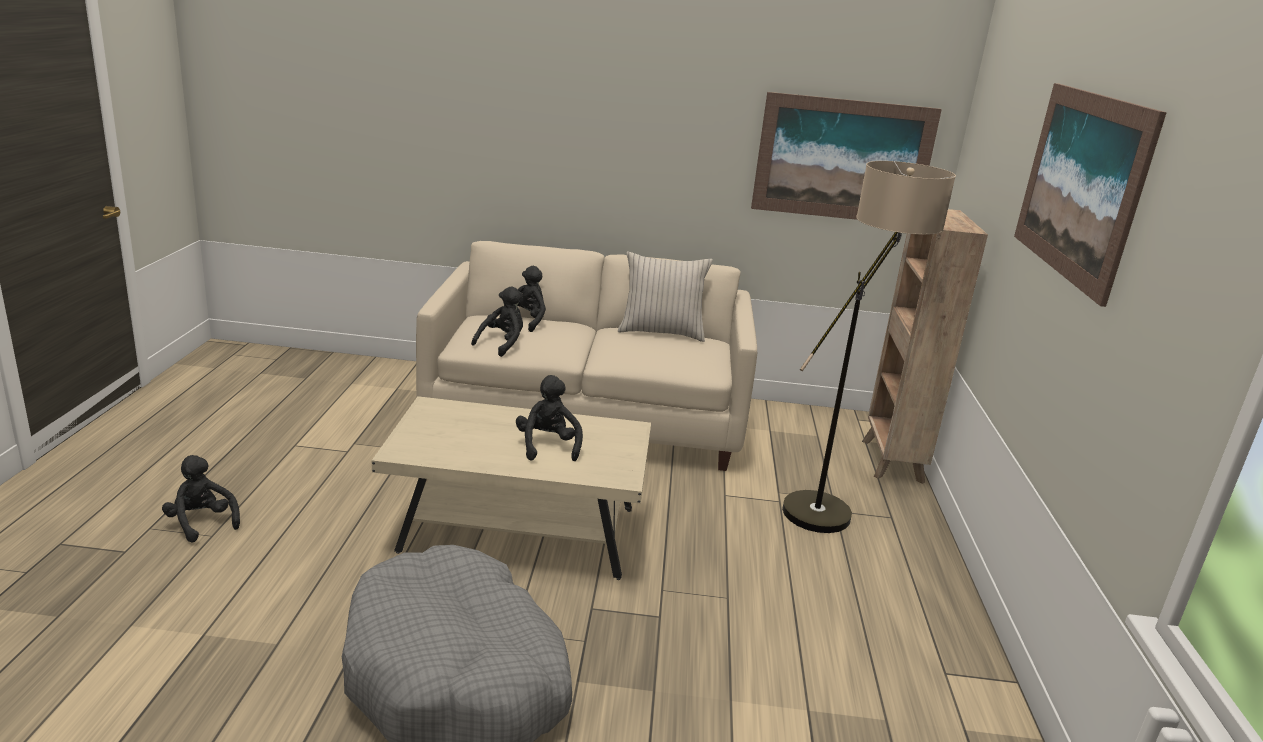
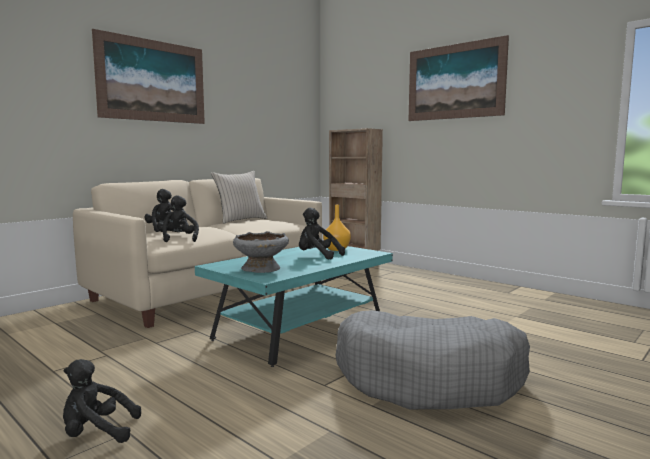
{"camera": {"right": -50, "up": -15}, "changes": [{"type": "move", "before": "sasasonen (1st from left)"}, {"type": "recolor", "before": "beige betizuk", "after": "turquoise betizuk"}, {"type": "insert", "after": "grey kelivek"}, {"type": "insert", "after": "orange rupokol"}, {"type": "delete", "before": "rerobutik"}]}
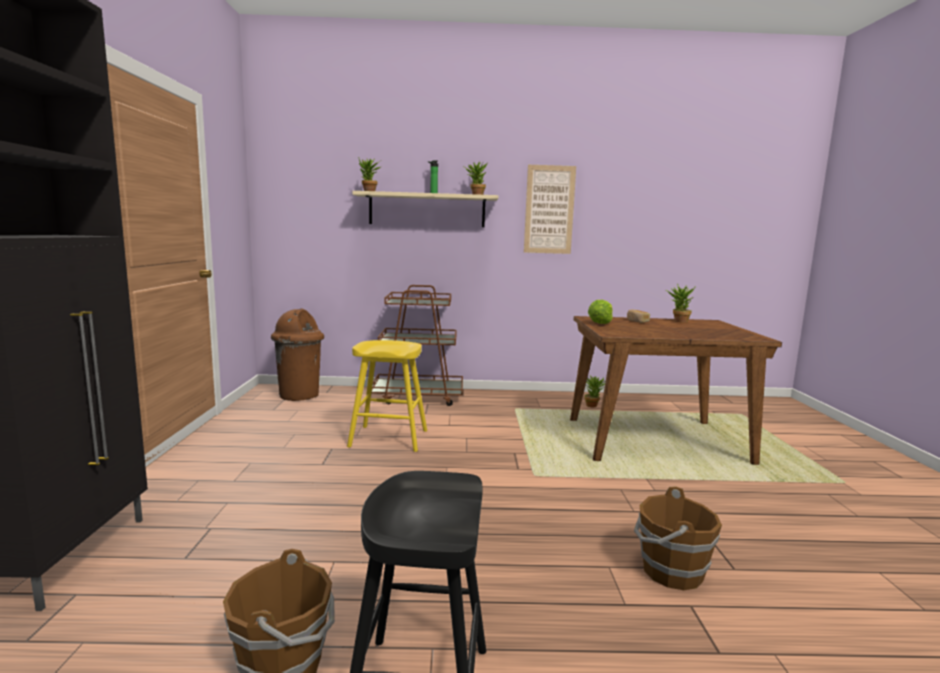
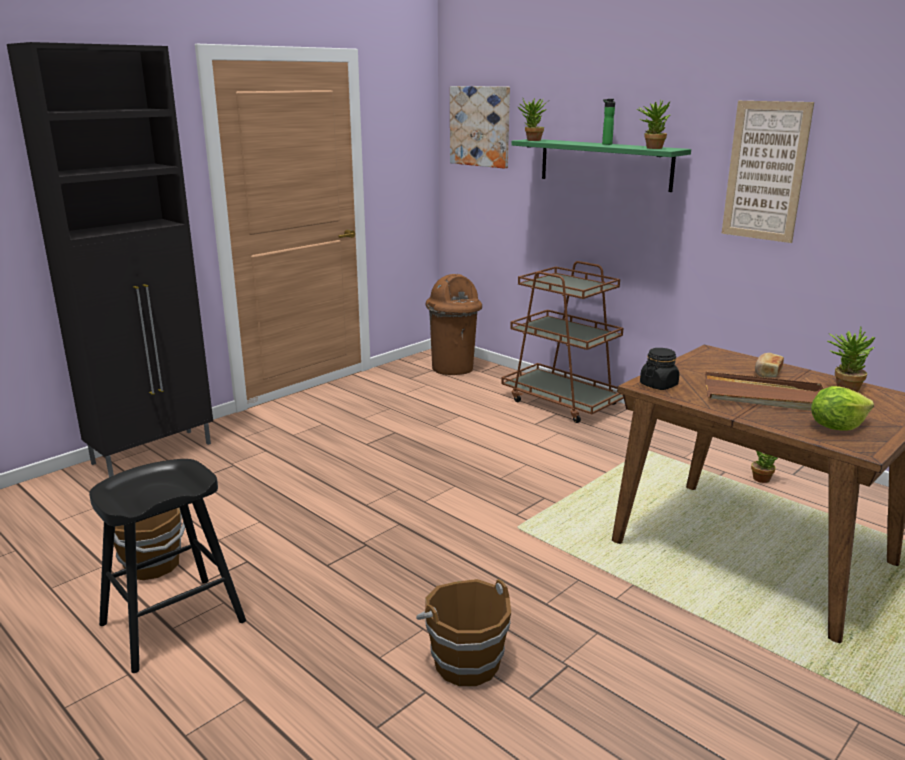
{"camera": {"right": 45, "up": 10}, "changes": [{"type": "insert", "after": "sasasonen (1st from left)"}, {"type": "recolor", "before": "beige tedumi", "after": "green tedumi"}, {"type": "insert", "after": "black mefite"}, {"type": "insert", "after": "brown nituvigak"}, {"type": "move", "before": "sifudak"}, {"type": "delete", "before": "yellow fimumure"}]}
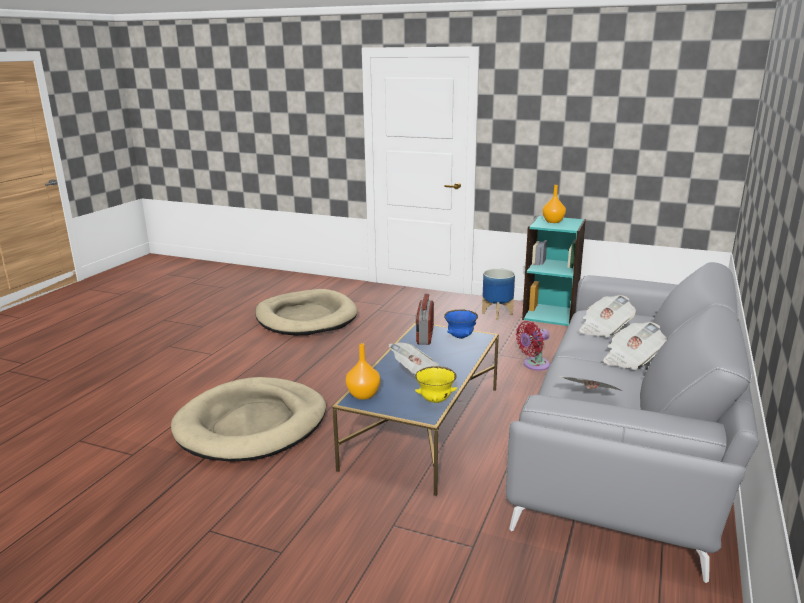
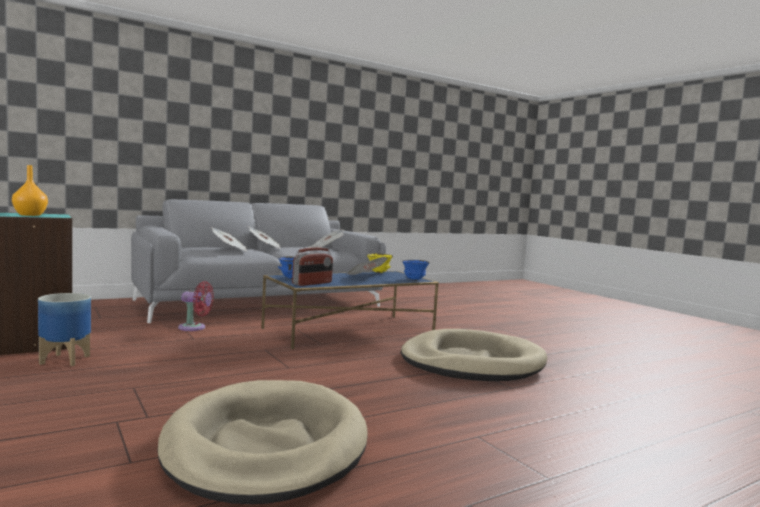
{"camera": {"right": -145, "up": -15}, "changes": [{"type": "replace", "before": "orange rupokol (1st from left)", "after": "blue kelivek (2nd from left)"}]}
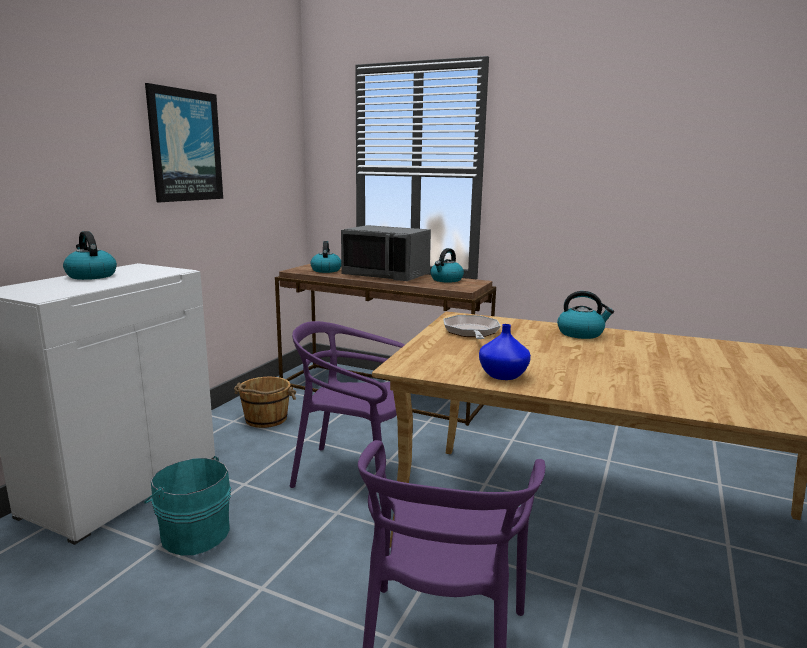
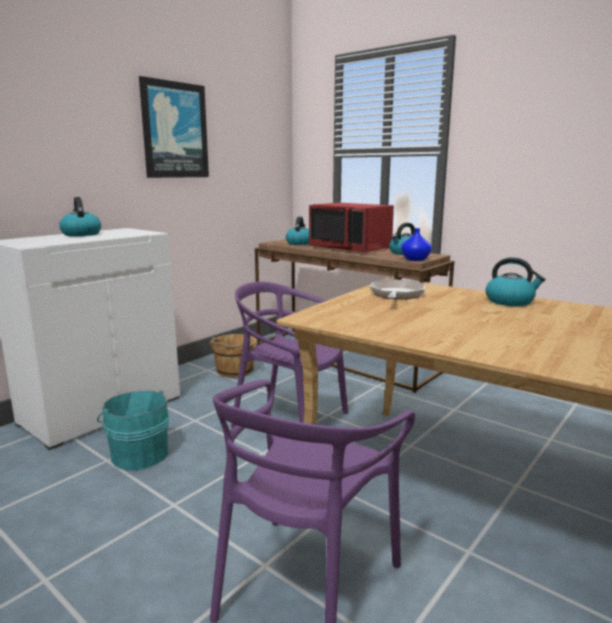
{"camera": {"right": 15, "up": 0}, "changes": [{"type": "recolor", "before": "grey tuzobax", "after": "red tuzobax"}, {"type": "move", "before": "blue rupokol"}]}
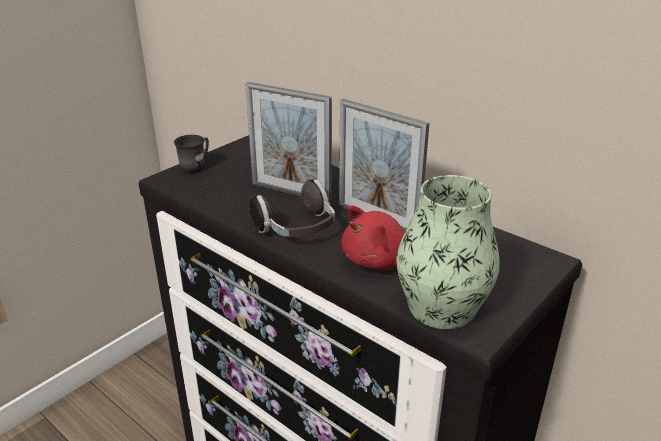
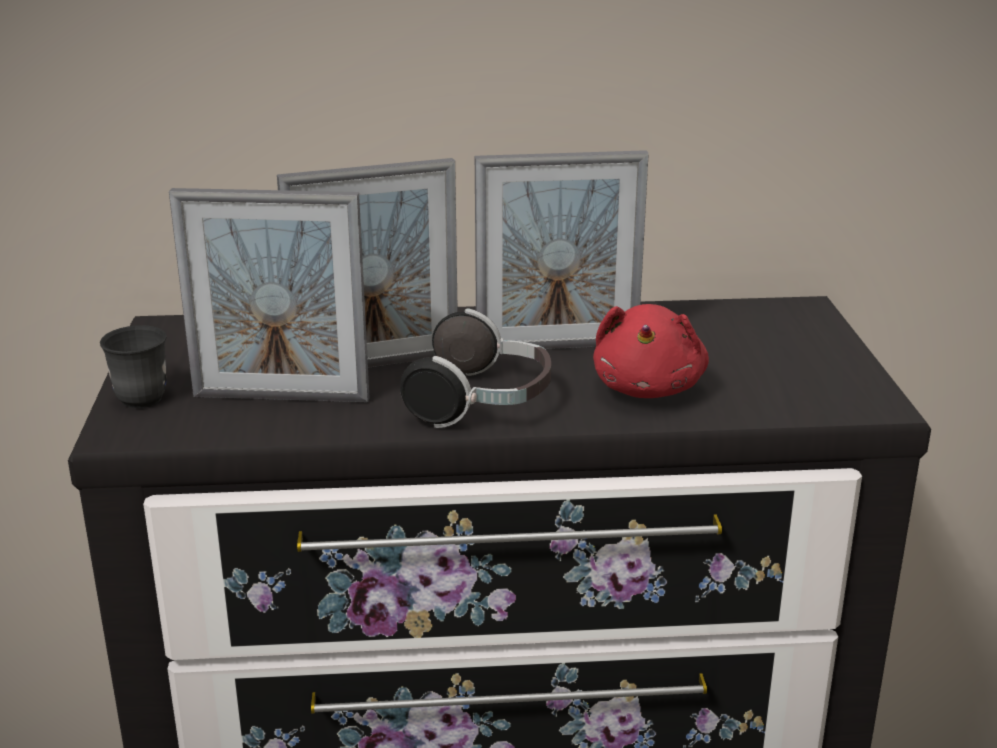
{"camera": {"right": -45, "up": -5}, "changes": [{"type": "insert", "after": "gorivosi (1st from left)"}, {"type": "delete", "before": "rupokol"}]}
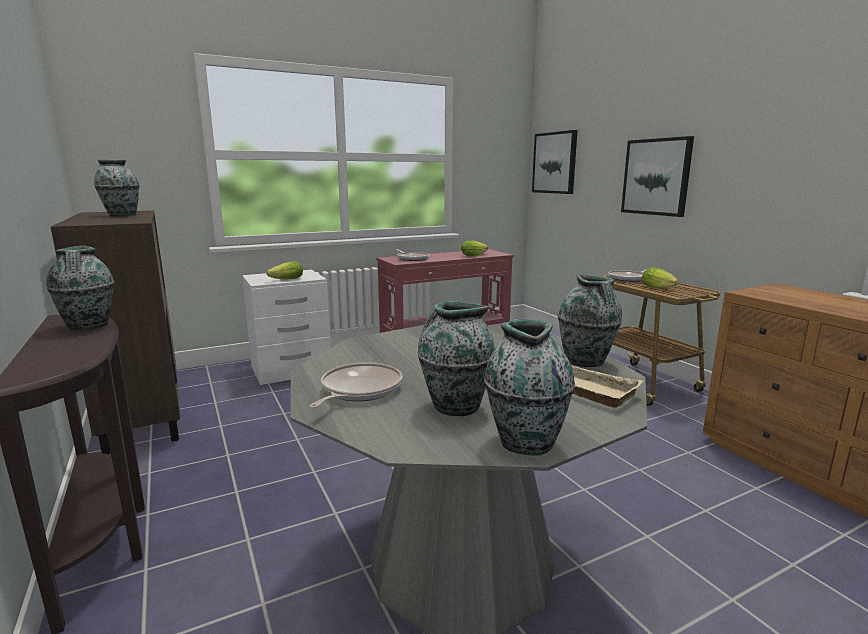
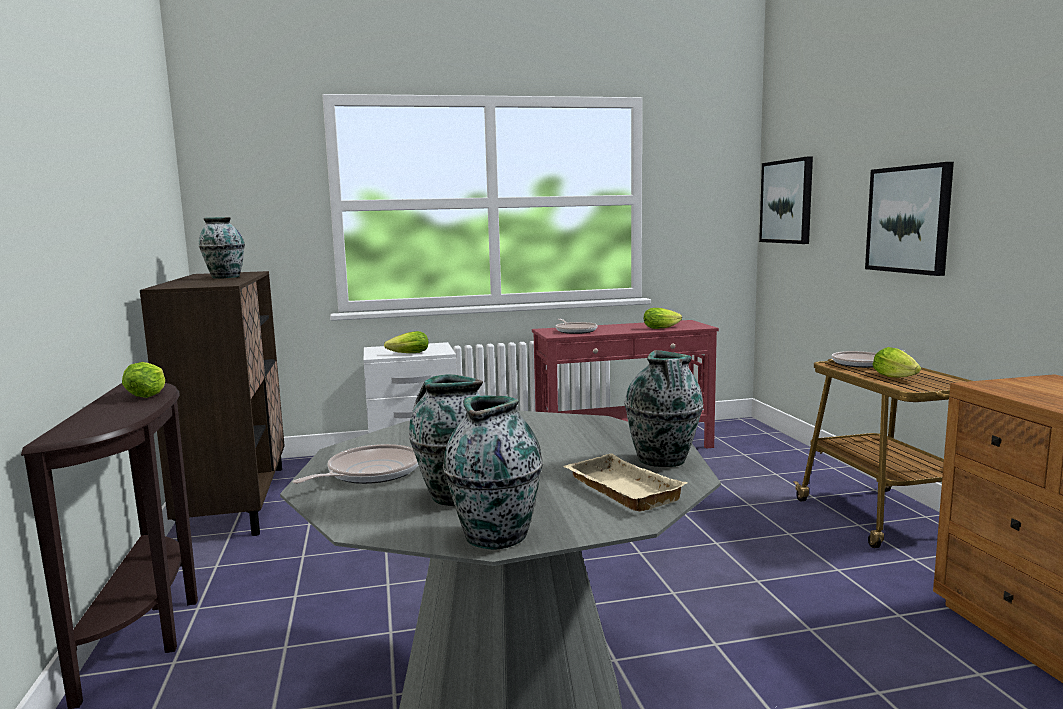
{"camera": {"right": 15, "up": -5}, "changes": [{"type": "replace", "before": "rupokol (1st from left)", "after": "sifudak (1st from left)"}]}
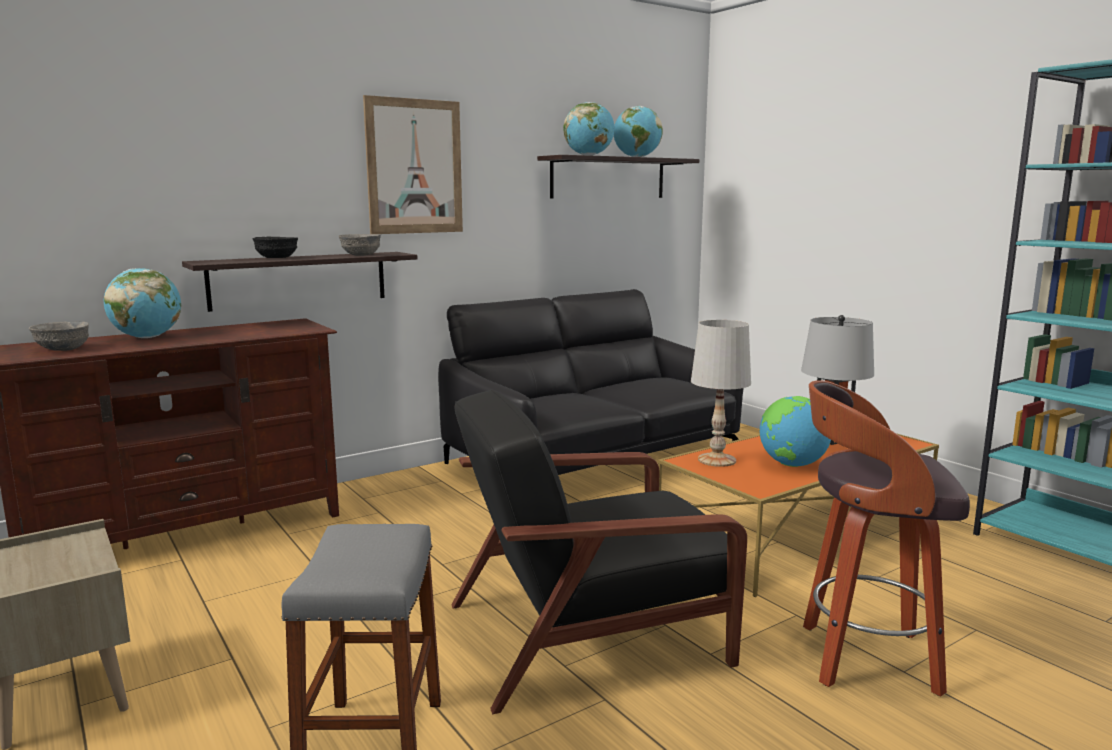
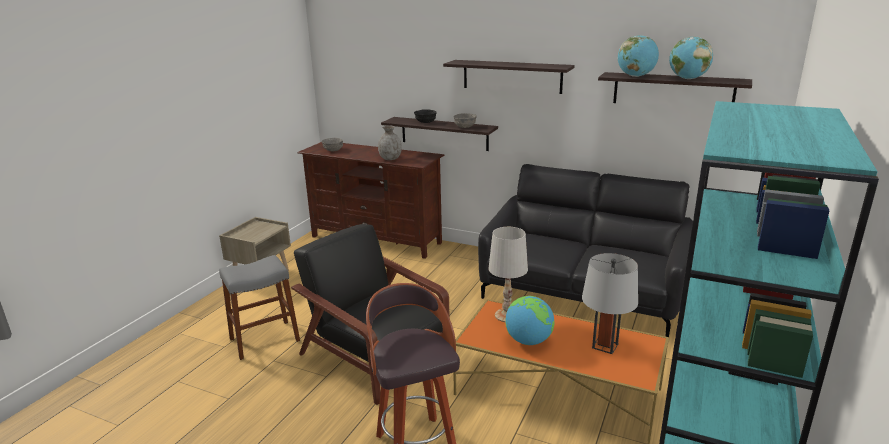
{"camera": {"right": 60, "up": 10}, "changes": [{"type": "insert", "after": "grey rupokol"}, {"type": "replace", "before": "sasasonen", "after": "tedumi (2nd from left)"}, {"type": "delete", "before": "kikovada (1st from left)"}]}
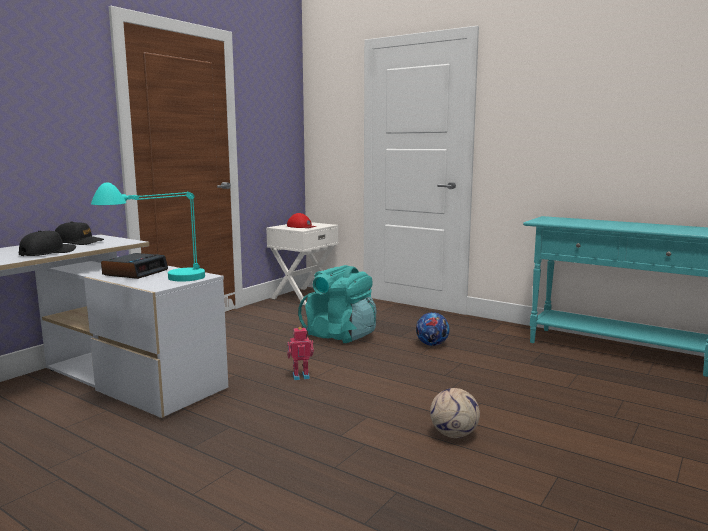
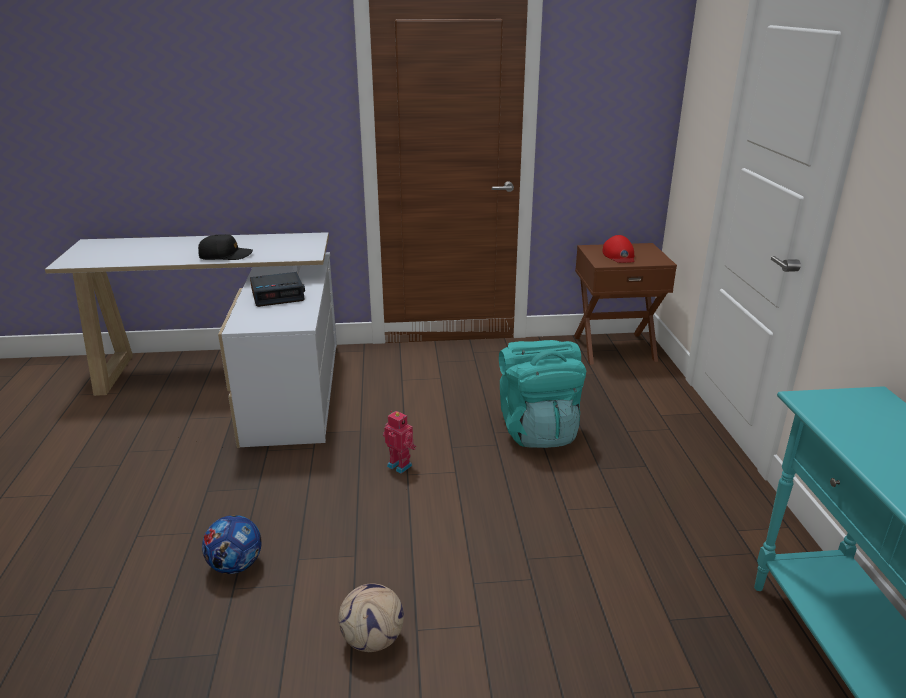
{"camera": {"right": 50, "up": 15}, "changes": [{"type": "move", "before": "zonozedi (1st from left)"}, {"type": "recolor", "before": "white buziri", "after": "brown buziri"}, {"type": "delete", "before": "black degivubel (2nd from left)"}, {"type": "delete", "before": "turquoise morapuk"}]}
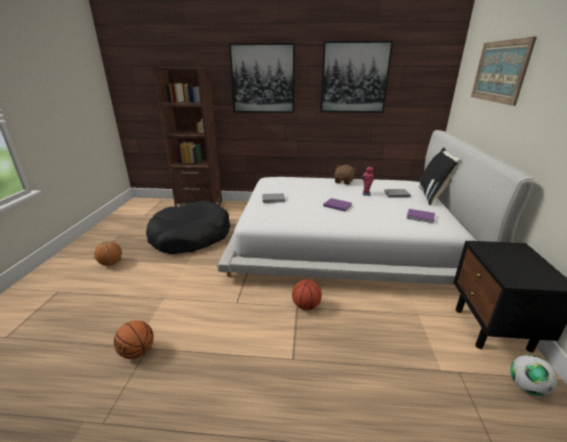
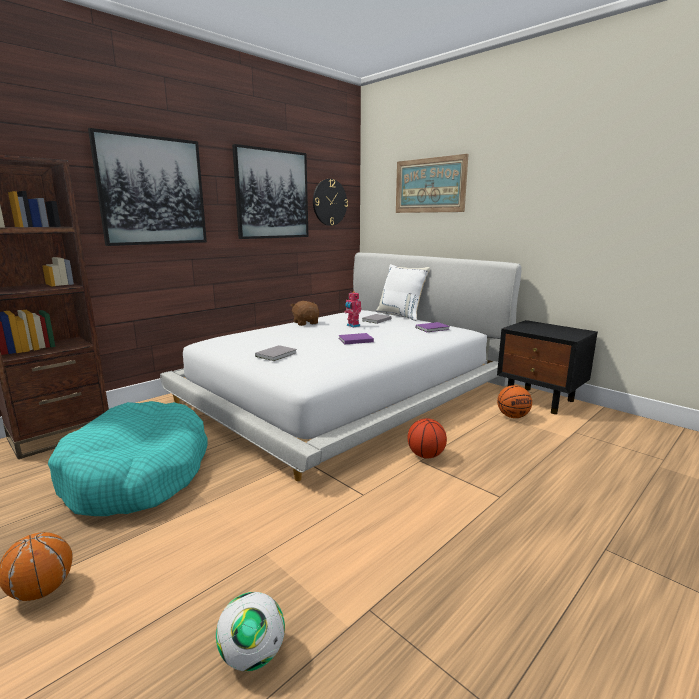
{"camera": {"right": -50, "up": -10}, "changes": [{"type": "recolor", "before": "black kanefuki", "after": "turquoise kanefuki"}, {"type": "move", "before": "zonozedi"}, {"type": "insert", "after": "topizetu"}, {"type": "recolor", "before": "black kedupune", "after": "white kedupune"}, {"type": "move", "before": "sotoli (2nd from left in the first image)", "after": "sotoli (3rd from left)"}]}
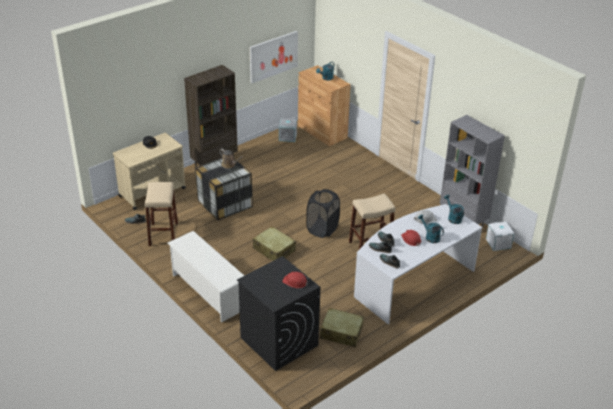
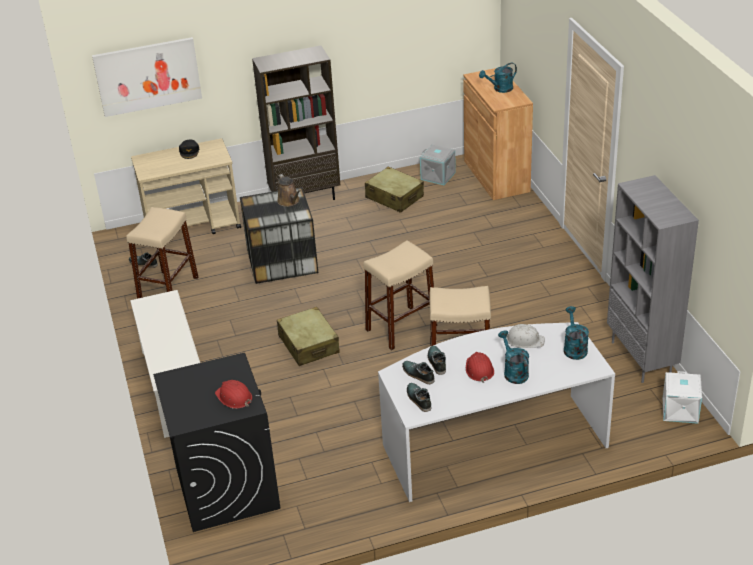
{"camera": {"right": 25, "up": 0}, "changes": [{"type": "move", "before": "sasasonen"}, {"type": "replace", "before": "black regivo", "after": "beige fimumure (2nd from left)"}, {"type": "move", "before": "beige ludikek (2nd from left)"}]}
